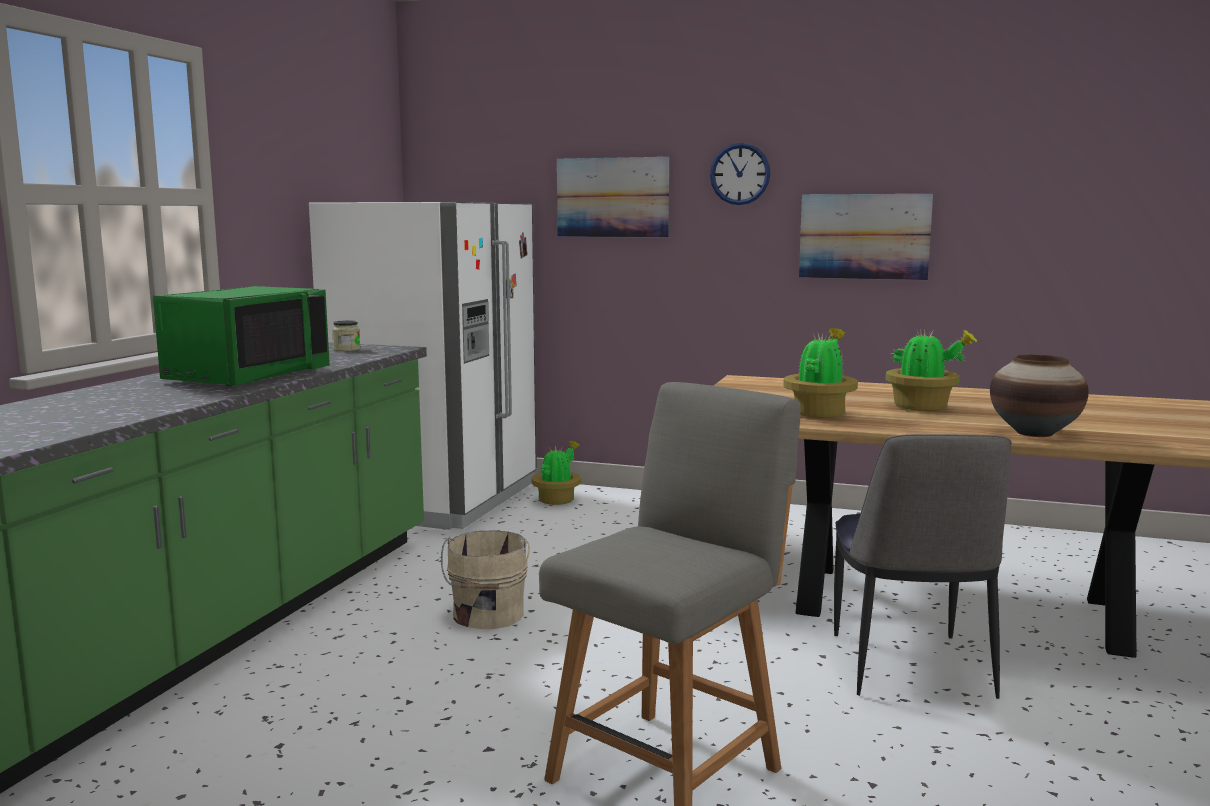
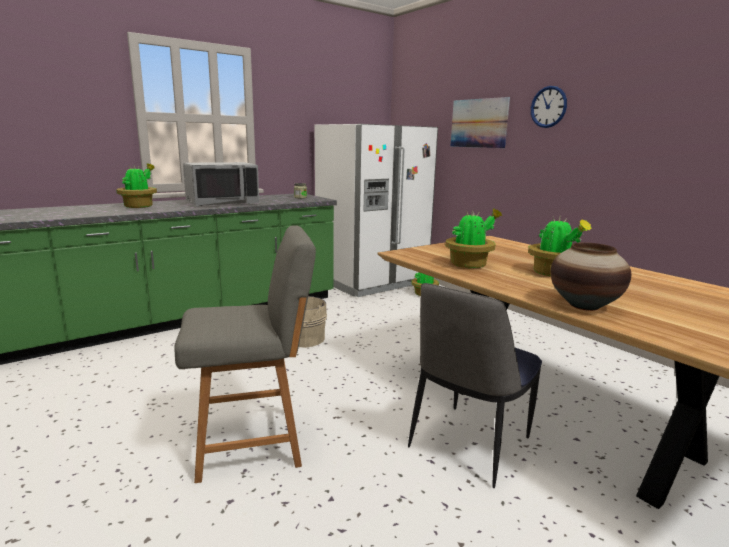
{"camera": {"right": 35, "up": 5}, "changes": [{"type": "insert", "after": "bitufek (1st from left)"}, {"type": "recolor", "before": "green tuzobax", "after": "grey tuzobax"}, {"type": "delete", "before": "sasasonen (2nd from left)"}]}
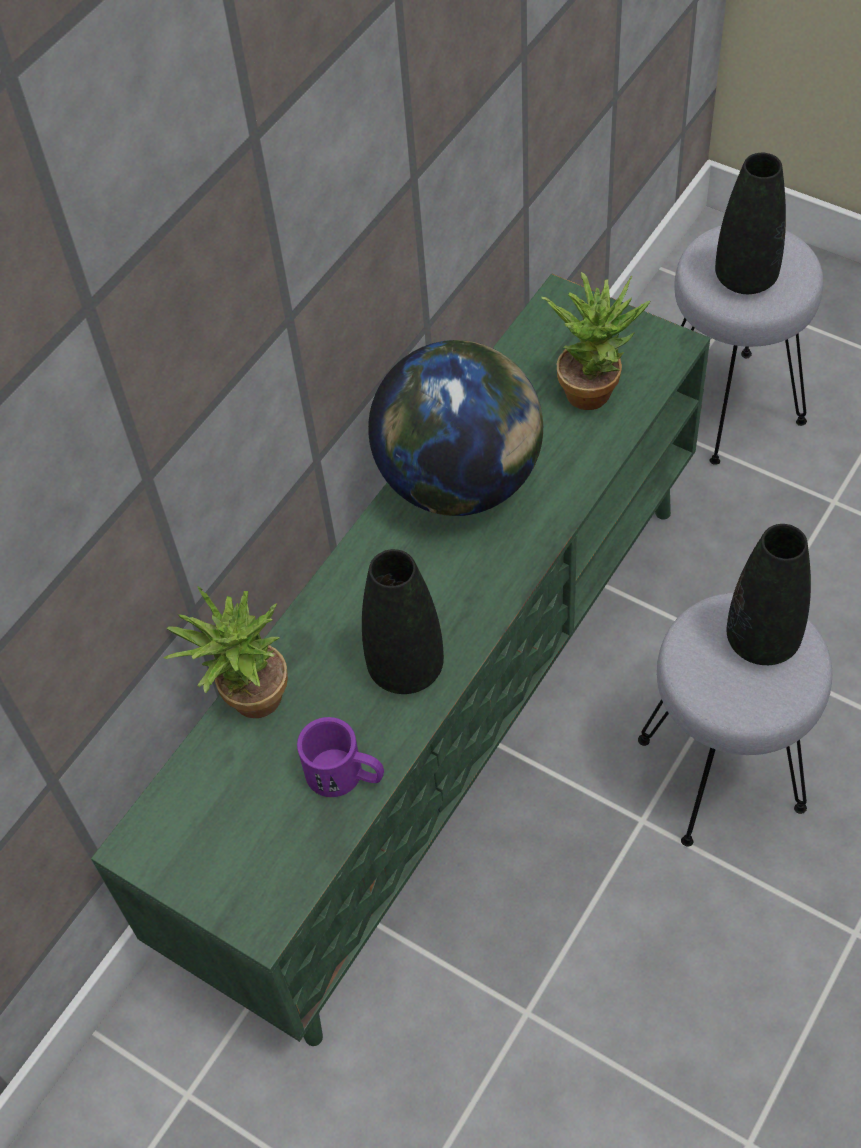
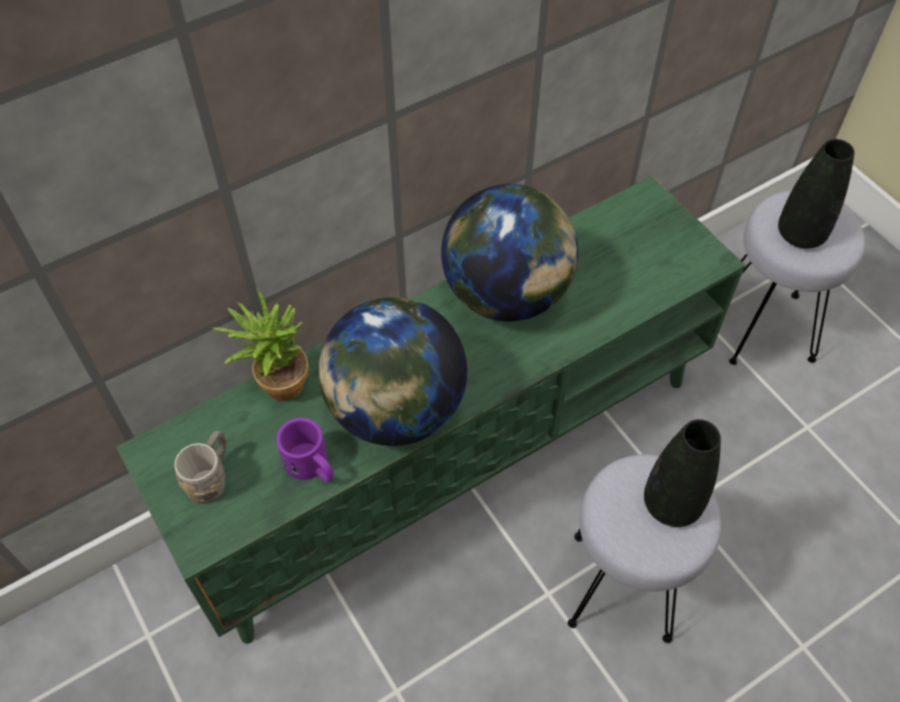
{"camera": {"right": 20, "up": 0}, "changes": [{"type": "insert", "after": "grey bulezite"}, {"type": "replace", "before": "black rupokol (1st from left)", "after": "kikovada (1st from left)"}, {"type": "delete", "before": "bitufek (2nd from left)"}]}
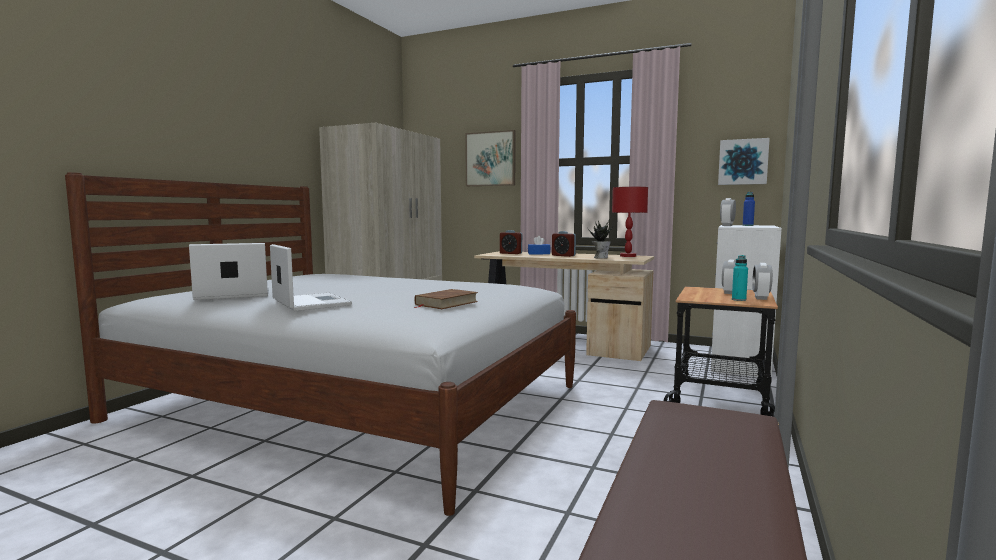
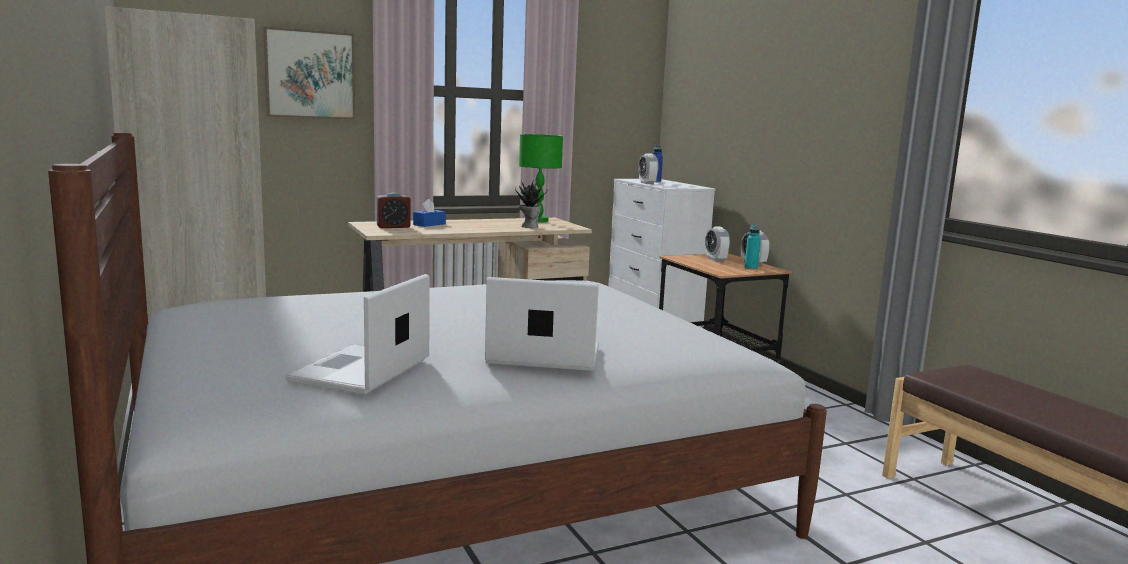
{"camera": {"right": -50, "up": 5}, "changes": [{"type": "recolor", "before": "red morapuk", "after": "green morapuk"}, {"type": "delete", "before": "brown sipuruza"}, {"type": "delete", "before": "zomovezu (2nd from left)"}, {"type": "delete", "before": "sasasonen (2nd from left)"}]}
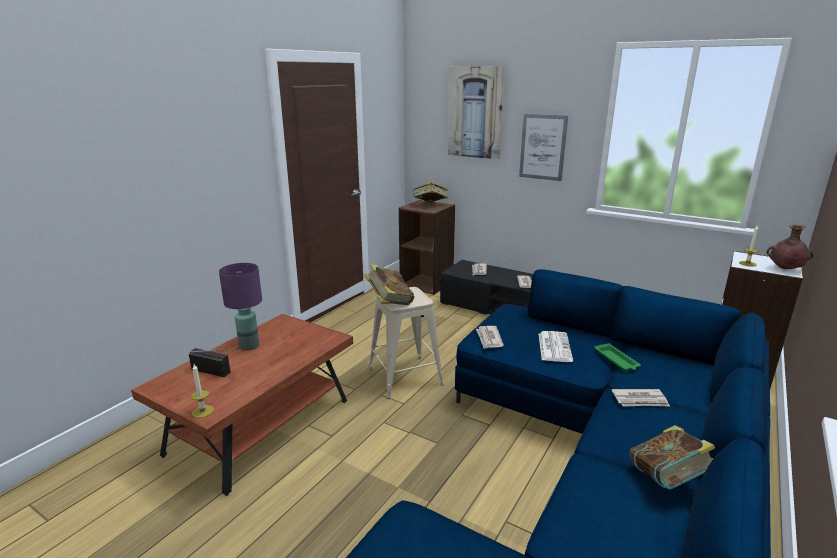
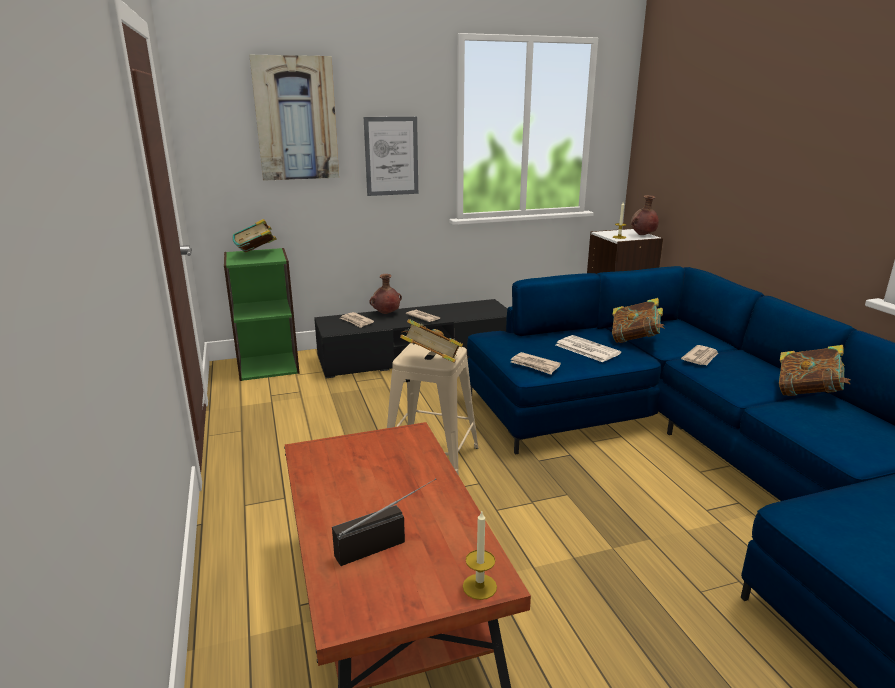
{"camera": {"right": -50, "up": 0}, "changes": [{"type": "recolor", "before": "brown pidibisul", "after": "green pidibisul"}, {"type": "insert", "after": "brown rupokol (1st from left)"}, {"type": "replace", "before": "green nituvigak", "after": "sipuruza (3rd from left)"}, {"type": "delete", "before": "purple morapuk"}]}
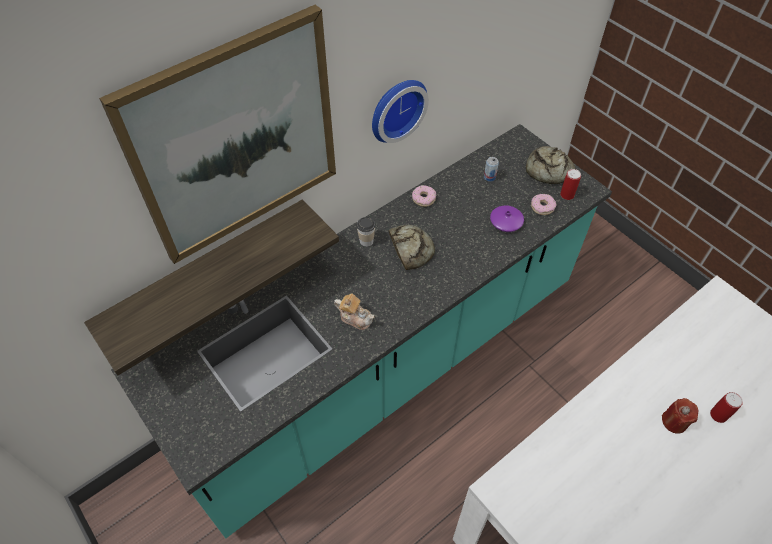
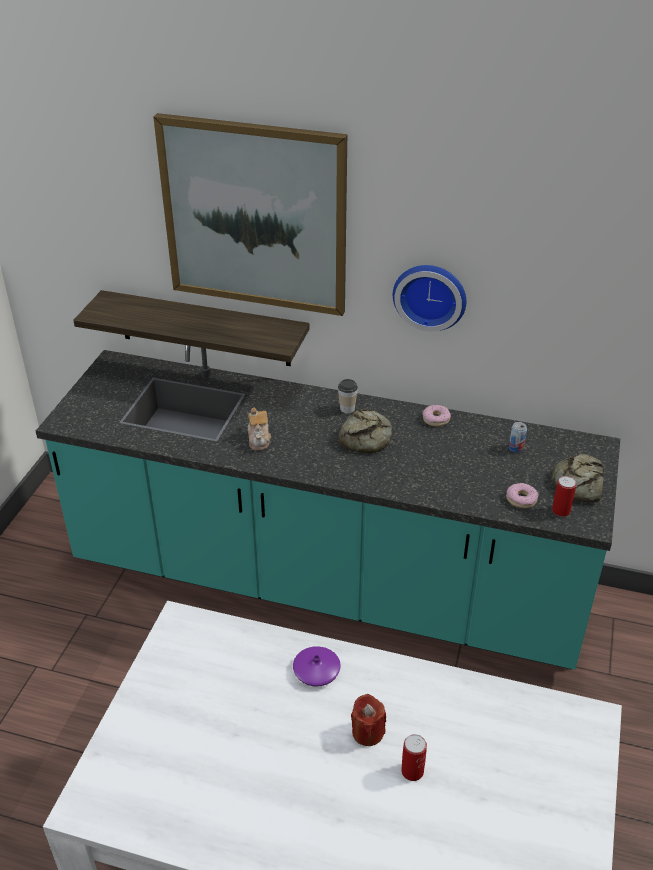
{"camera": {"right": 55, "up": -15}, "changes": [{"type": "move", "before": "purple rupokol"}]}
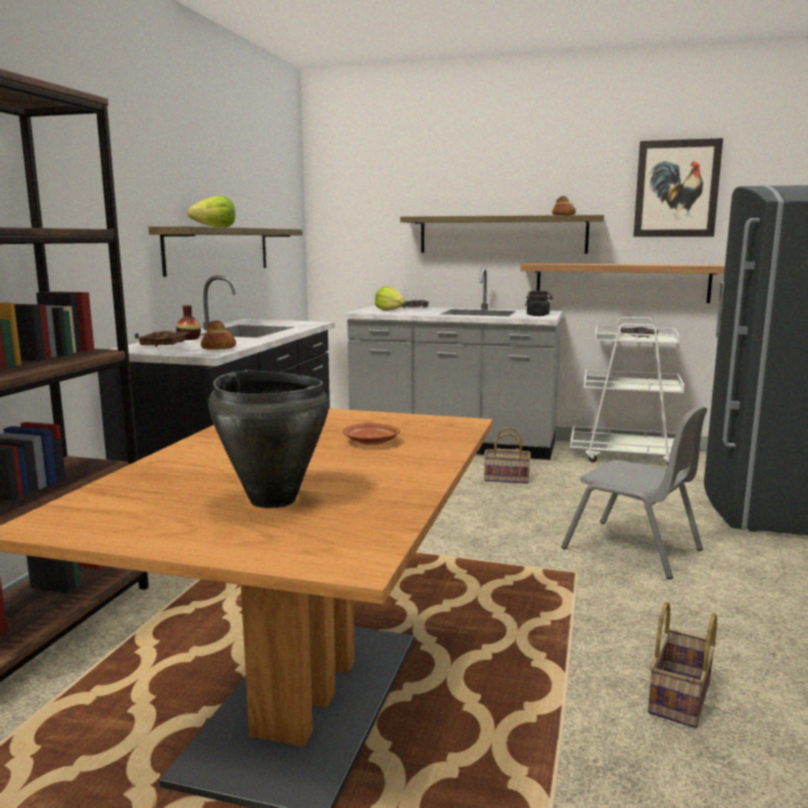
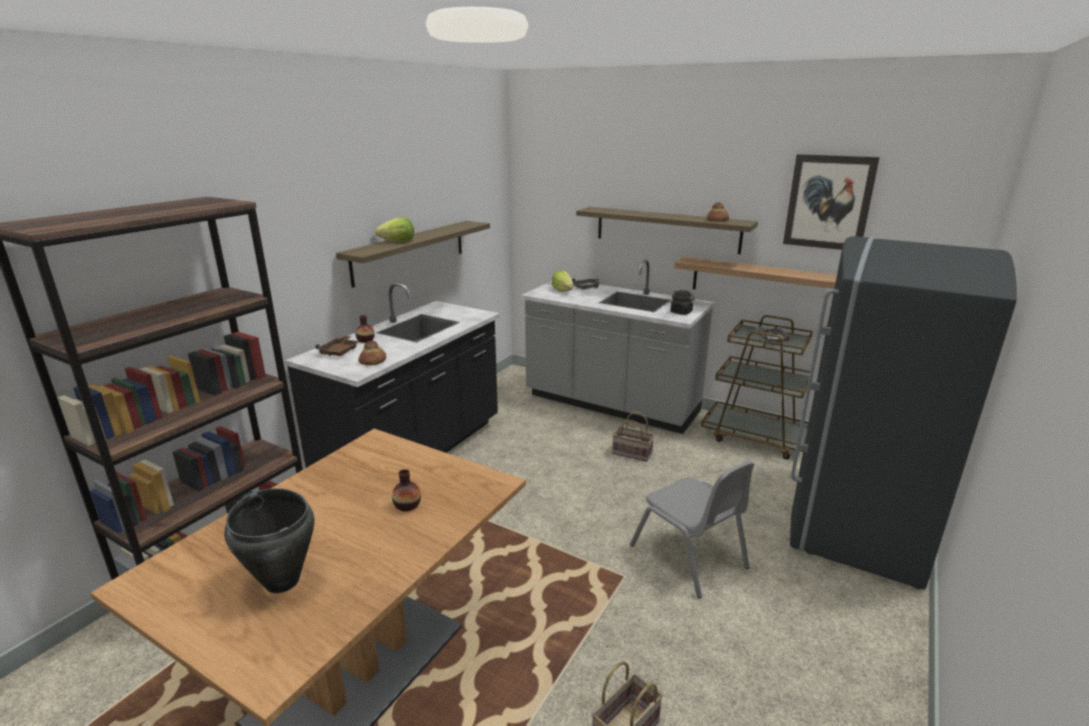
{"camera": {"right": 15, "up": 10}, "changes": [{"type": "replace", "before": "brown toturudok", "after": "rupokol (2nd from left)"}, {"type": "recolor", "before": "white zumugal", "after": "brown zumugal"}]}
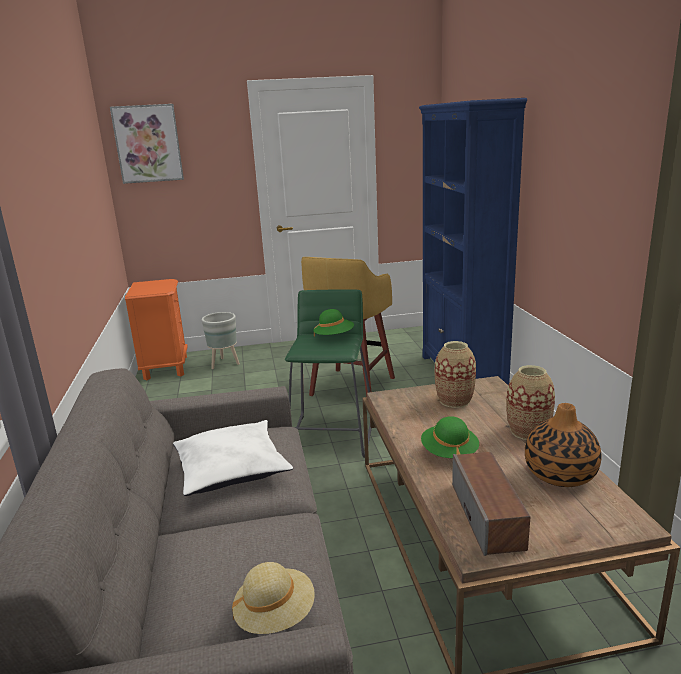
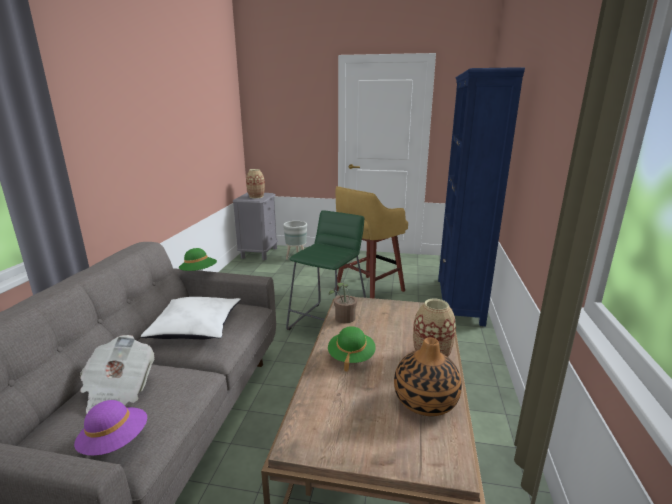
{"camera": {"right": 20, "up": 0}, "changes": [{"type": "recolor", "before": "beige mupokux", "after": "purple mupokux"}, {"type": "insert", "after": "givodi"}, {"type": "move", "before": "green mupokux (1st from left)"}, {"type": "recolor", "before": "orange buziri", "after": "grey buziri"}, {"type": "move", "before": "rupokol (1st from left)"}, {"type": "insert", "after": "bitufek"}, {"type": "delete", "before": "sasasonen"}, {"type": "delete", "before": "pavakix"}]}
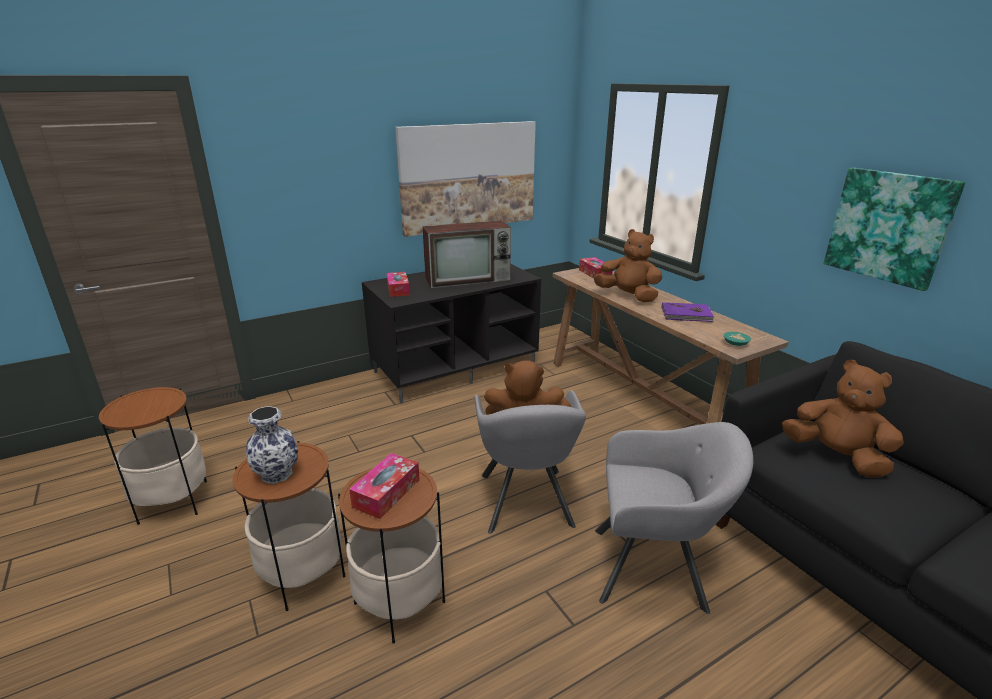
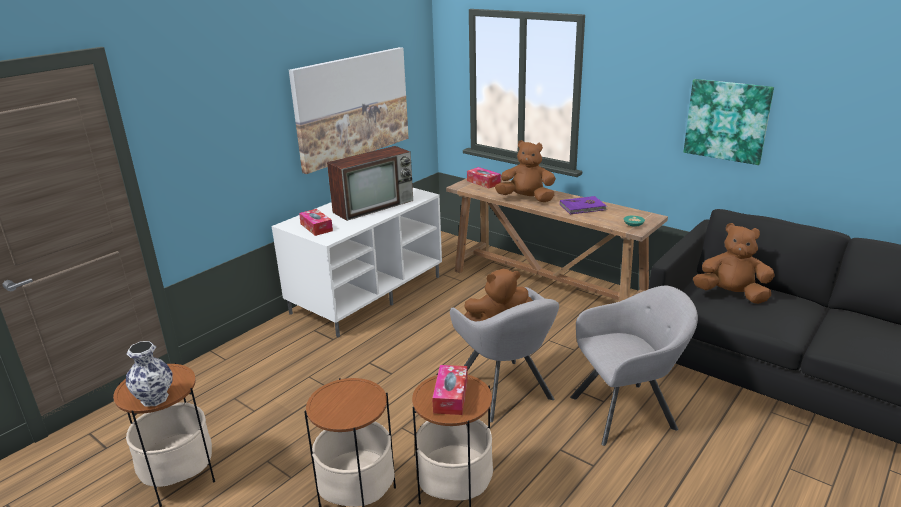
{"camera": {"right": -20, "up": 0}, "changes": [{"type": "move", "before": "rupokol"}, {"type": "recolor", "before": "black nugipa", "after": "white nugipa"}]}
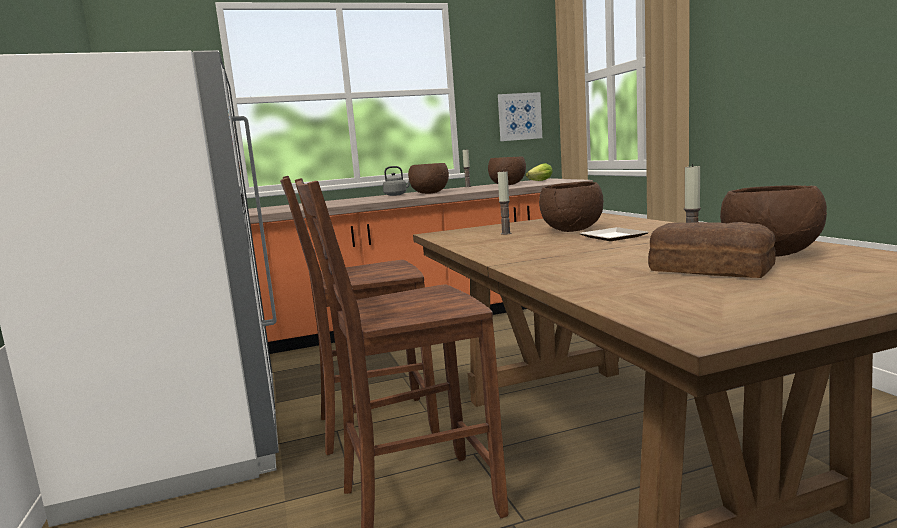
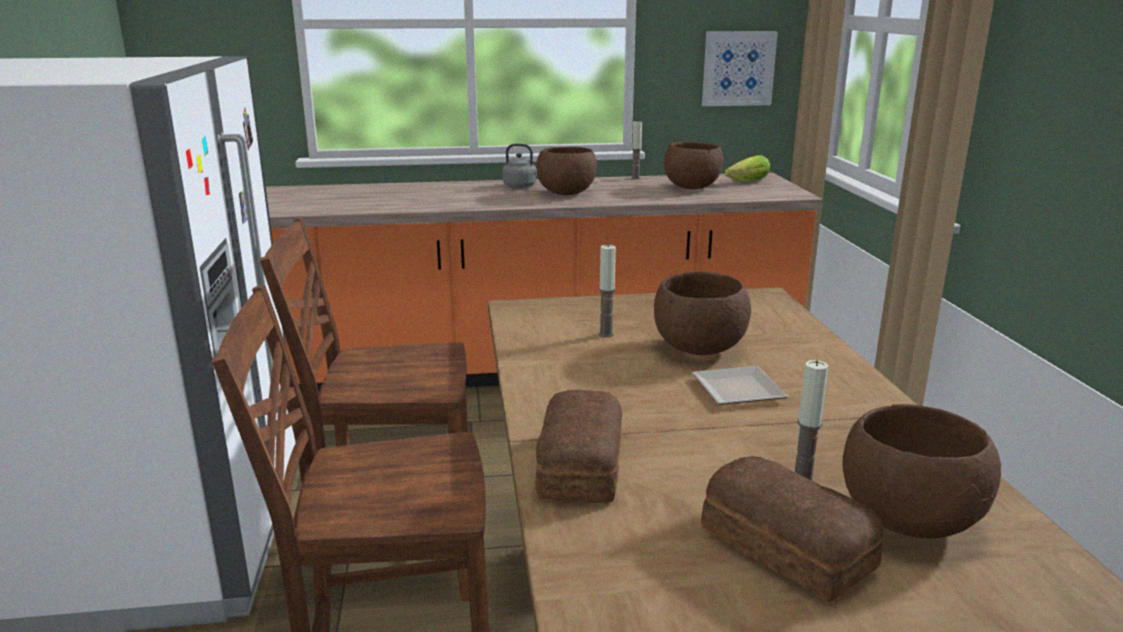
{"camera": {"right": 10, "up": 10}, "changes": [{"type": "insert", "after": "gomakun (1st from left)"}]}
